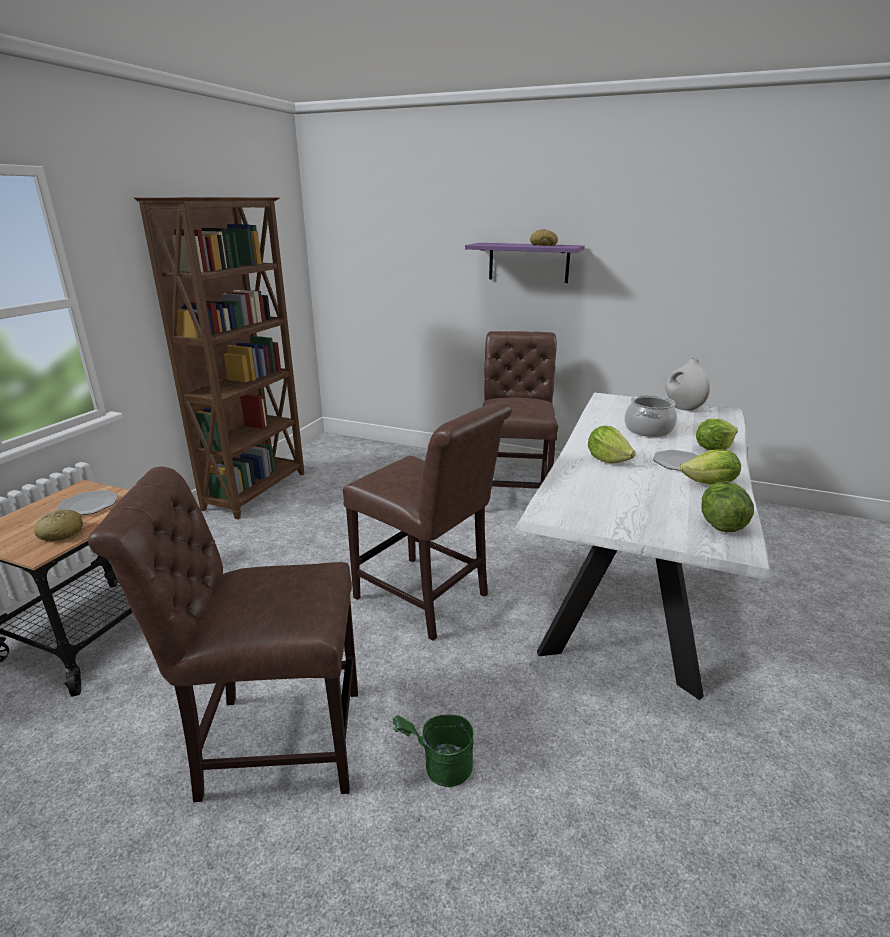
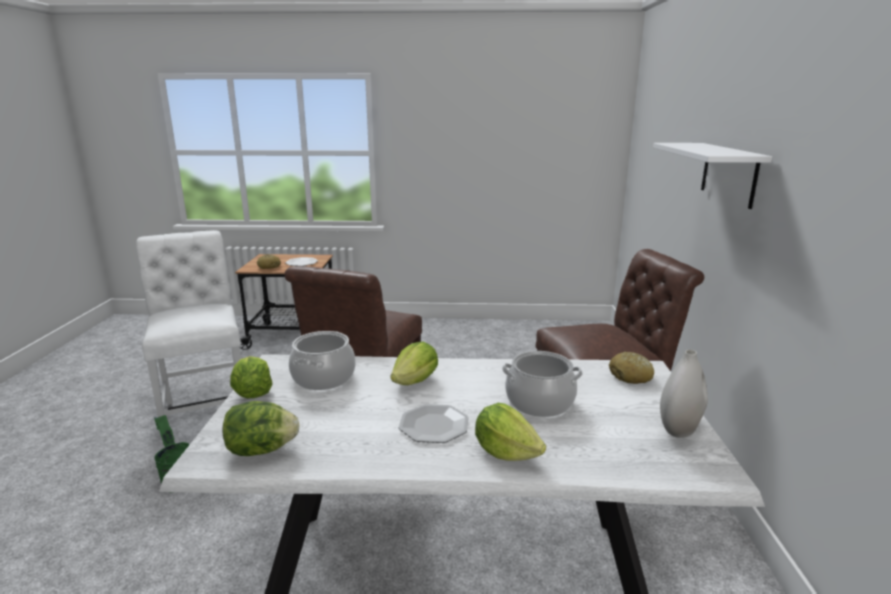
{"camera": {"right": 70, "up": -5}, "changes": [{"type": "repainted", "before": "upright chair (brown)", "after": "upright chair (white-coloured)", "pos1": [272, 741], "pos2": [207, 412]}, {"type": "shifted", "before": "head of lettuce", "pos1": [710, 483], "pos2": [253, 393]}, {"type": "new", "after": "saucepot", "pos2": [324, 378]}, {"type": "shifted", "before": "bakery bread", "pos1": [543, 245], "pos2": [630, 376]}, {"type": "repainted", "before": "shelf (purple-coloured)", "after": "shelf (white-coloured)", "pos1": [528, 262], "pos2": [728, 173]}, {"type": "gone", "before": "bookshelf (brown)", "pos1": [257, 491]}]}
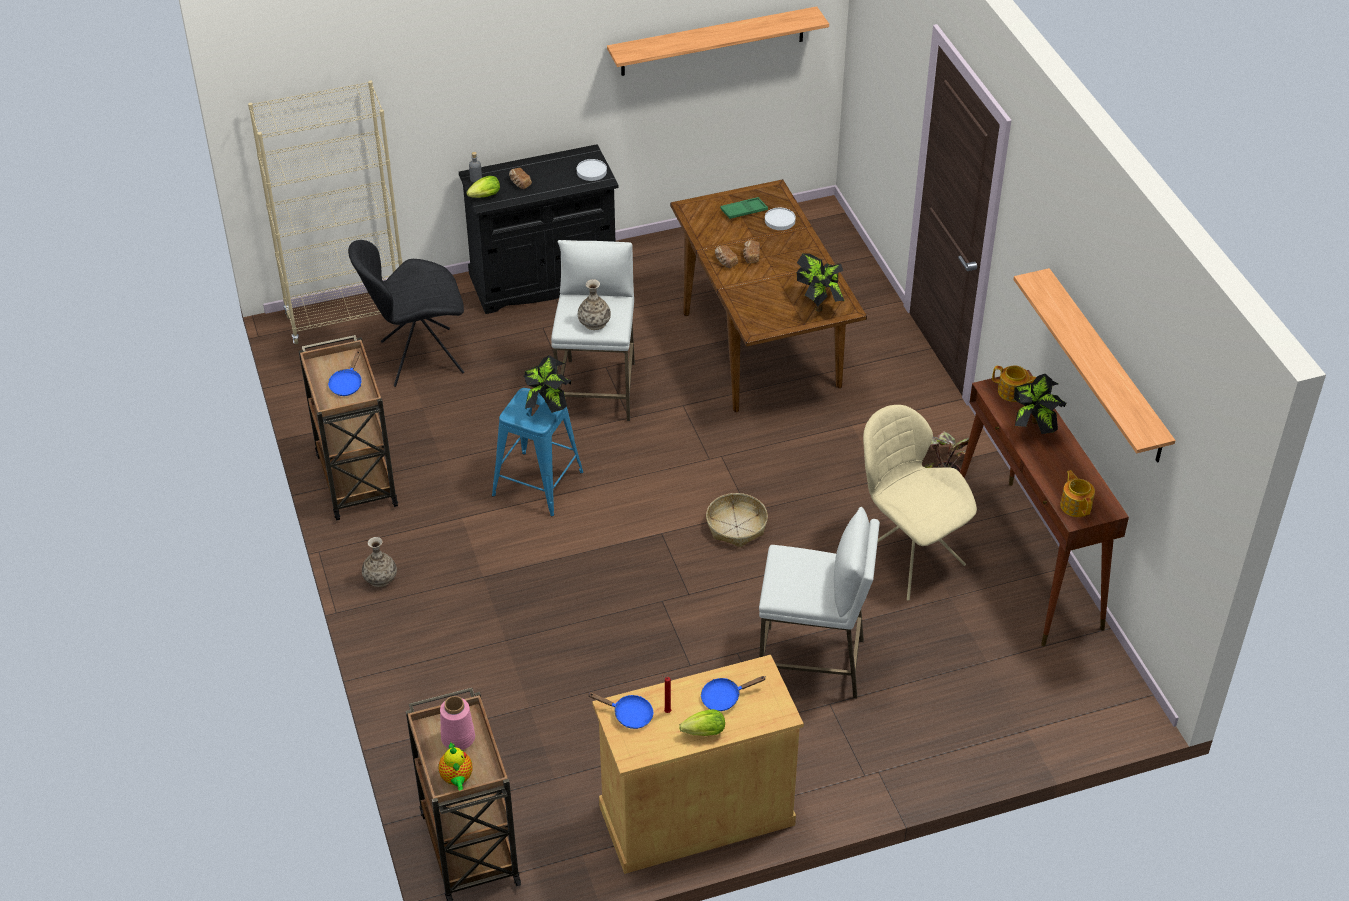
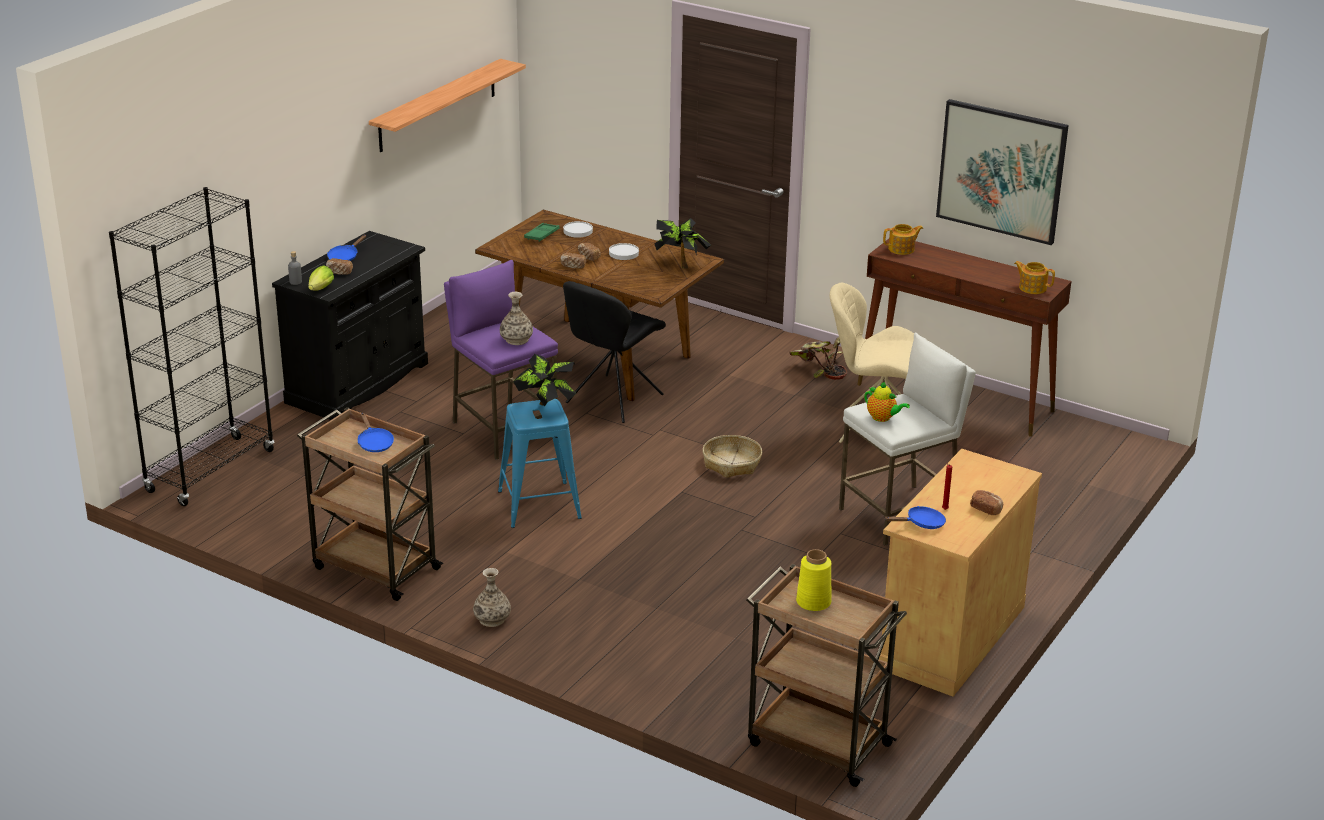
{"camera": {"right": -40, "up": -15}, "changes": [{"type": "repainted", "before": "bookshelf (beige-coloured)", "after": "bookshelf (black-coloured)", "pos1": [348, 318], "pos2": [210, 471]}, {"type": "shifted", "before": "frying pan (blue)", "pos1": [724, 697], "pos2": [345, 257]}, {"type": "repainted", "before": "stool seat (white-coloured)", "after": "stool seat (purple-coloured)", "pos1": [597, 389], "pos2": [503, 430]}, {"type": "shifted", "before": "upright chair (black-coloured)", "pos1": [418, 358], "pos2": [612, 400]}, {"type": "shifted", "before": "dinner plate (white-coloured)", "pos1": [591, 171], "pos2": [623, 253]}, {"type": "repainted", "before": "flower vase (pink)", "after": "flower vase (yellow-coloured)", "pos1": [458, 737], "pos2": [813, 602]}, {"type": "shifted", "before": "tea pot", "pos1": [457, 779], "pos2": [883, 418]}, {"type": "swapped", "before": "shelf", "after": "picture", "pos1": [1106, 367], "pos2": [1001, 171]}, {"type": "swapped", "before": "head of lettuce", "after": "bakery bread", "pos1": [701, 733], "pos2": [986, 509]}, {"type": "gone", "before": "plant in a pot", "pos1": [1033, 427]}]}
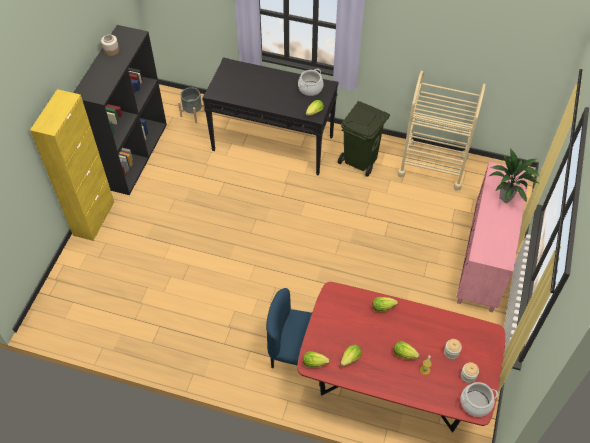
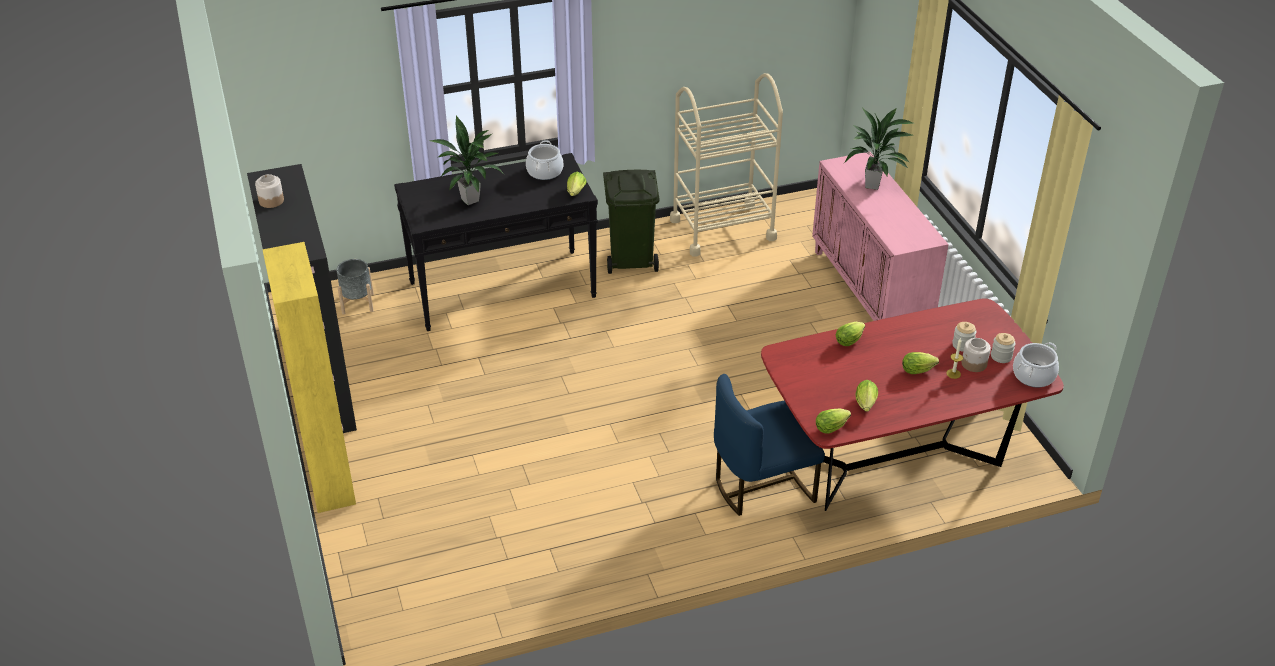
{"camera": {"right": -35, "up": -15}, "changes": [{"type": "new", "after": "plant in a pot", "pos2": [470, 200]}, {"type": "new", "after": "preserve jar", "pos2": [974, 364]}]}
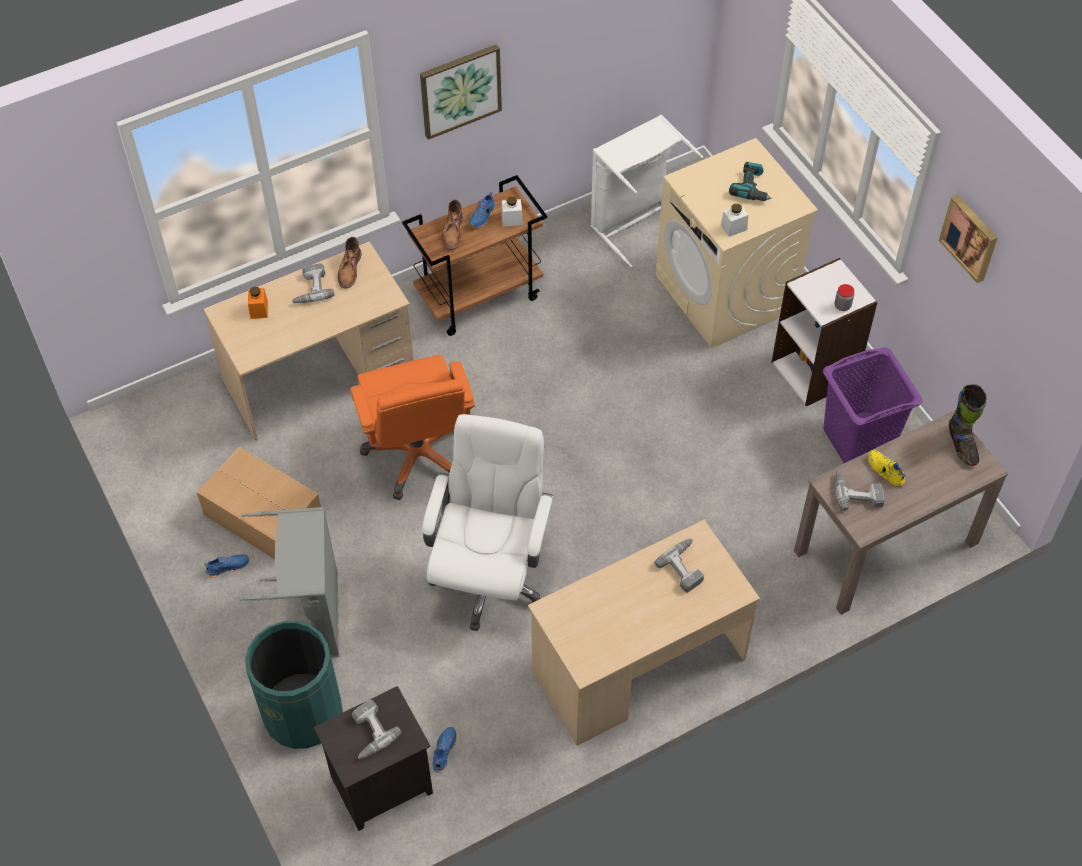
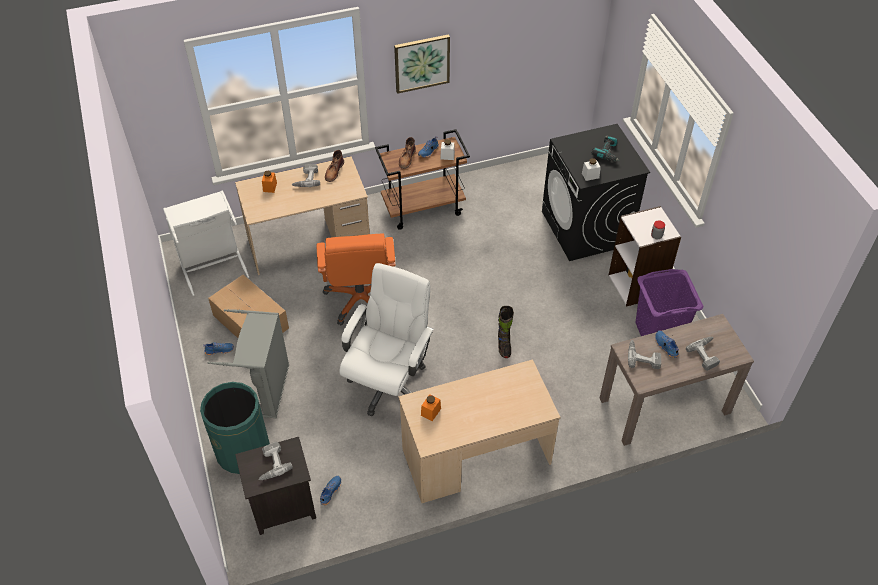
{"camera": {"right": 10, "up": -5}, "changes": [{"type": "shifted", "before": "washing basket (white-coloured)", "pos1": [636, 223], "pos2": [212, 265]}, {"type": "new", "after": "preserve jar (orange-coloured)", "pos2": [431, 412]}, {"type": "shifted", "before": "high-top boot (black-coloured)", "pos1": [962, 445], "pos2": [504, 345]}, {"type": "repainted", "before": "laundry appliance (beige-coloured)", "after": "laundry appliance (black-coloured)", "pos1": [726, 293], "pos2": [586, 228]}, {"type": "repainted", "before": "shoe (yellow-coloured)", "after": "shoe (blue)", "pos1": [884, 471], "pos2": [665, 346]}, {"type": "shifted", "before": "electric drill", "pos1": [685, 567], "pos2": [706, 354]}, {"type": "gone", "before": "picture", "pos1": [970, 237]}]}
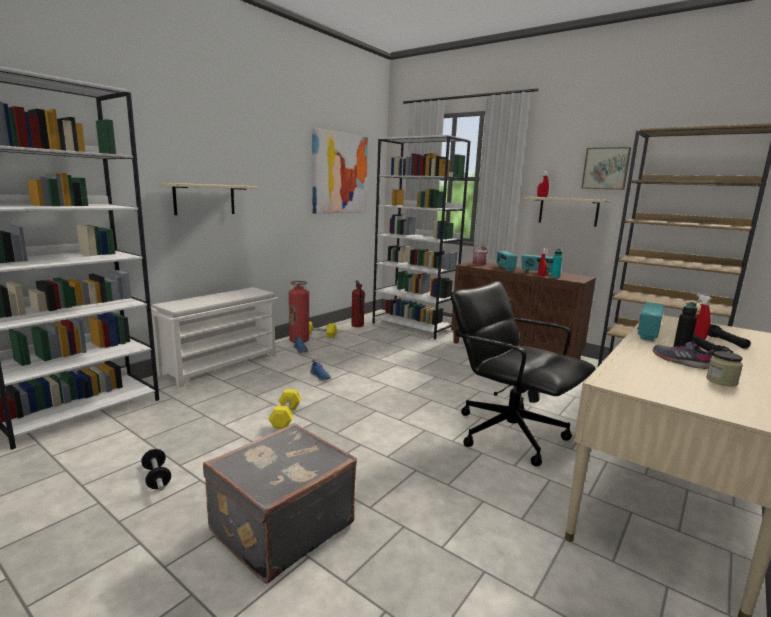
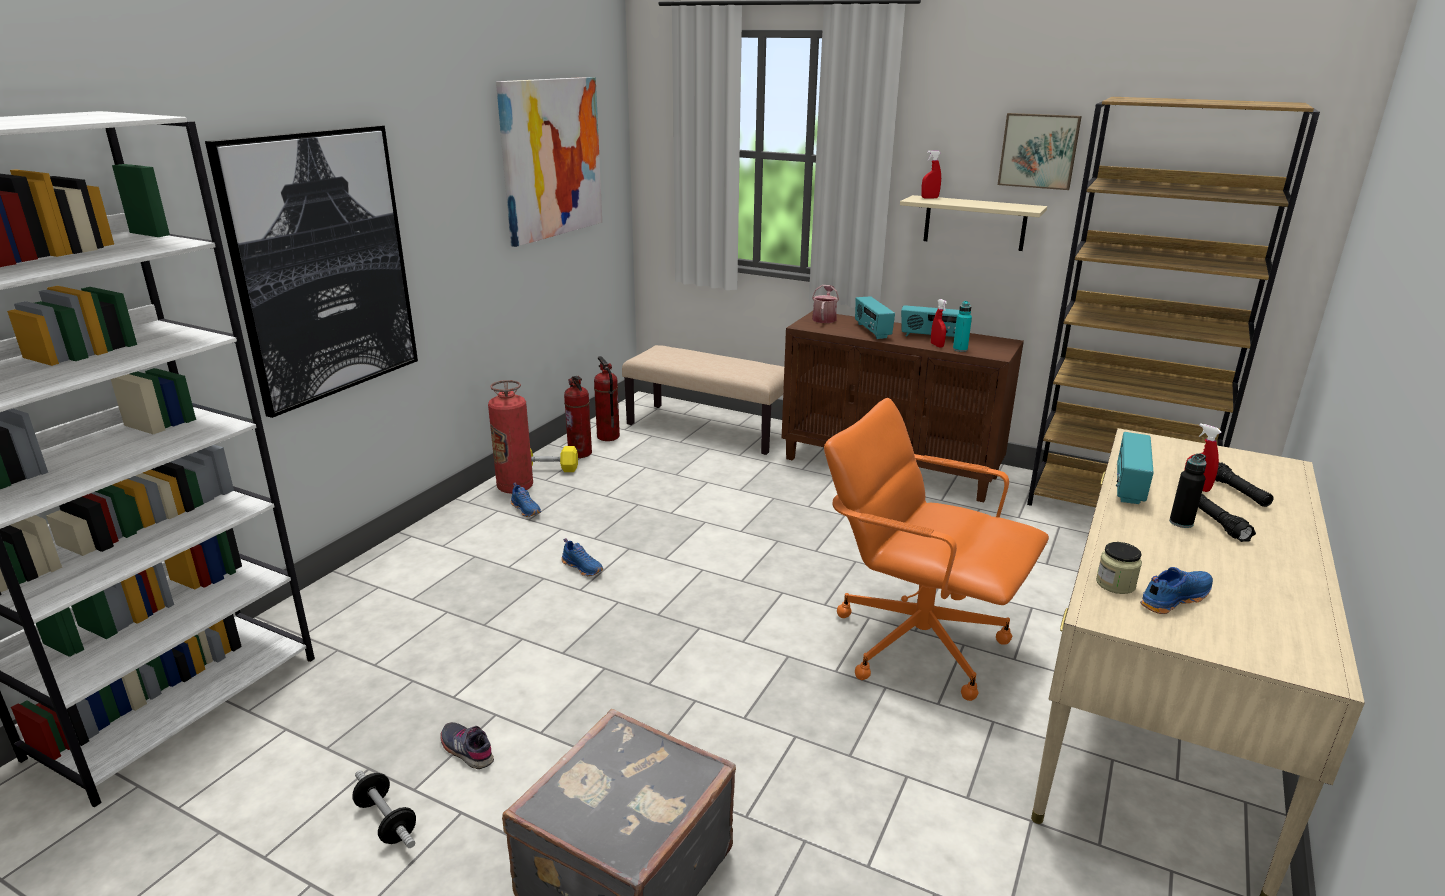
{"camera": {"right": -10, "up": 10}, "changes": [{"type": "swapped", "before": "shelf (beige-coloured)", "after": "picture", "pos1": [204, 199], "pos2": [323, 266]}, {"type": "shifted", "before": "shoe (grey)", "pos1": [680, 361], "pos2": [467, 750]}, {"type": "new", "after": "extinguisher", "pos2": [580, 453]}, {"type": "swapped", "before": "bookshelf (white-coloured)", "after": "bench (beige-coloured)", "pos1": [414, 327], "pos2": [709, 429]}, {"type": "repainted", "before": "computer chair (black-coloured)", "after": "computer chair (orange-coloured)", "pos1": [509, 433], "pos2": [918, 642]}, {"type": "shifted", "before": "preserve jar", "pos1": [721, 381], "pos2": [1115, 584]}, {"type": "new", "after": "shoe (blue)", "pos2": [1173, 598]}, {"type": "gone", "before": "shoe shelf (white-coloured)", "pos1": [221, 364]}, {"type": "gone", "before": "dumbbell (yellow-coloured)", "pos1": [285, 416]}]}
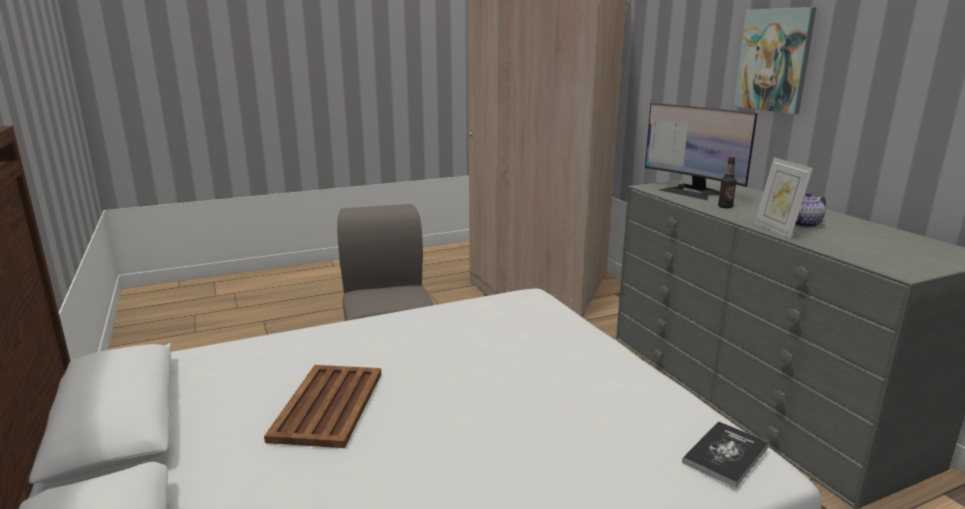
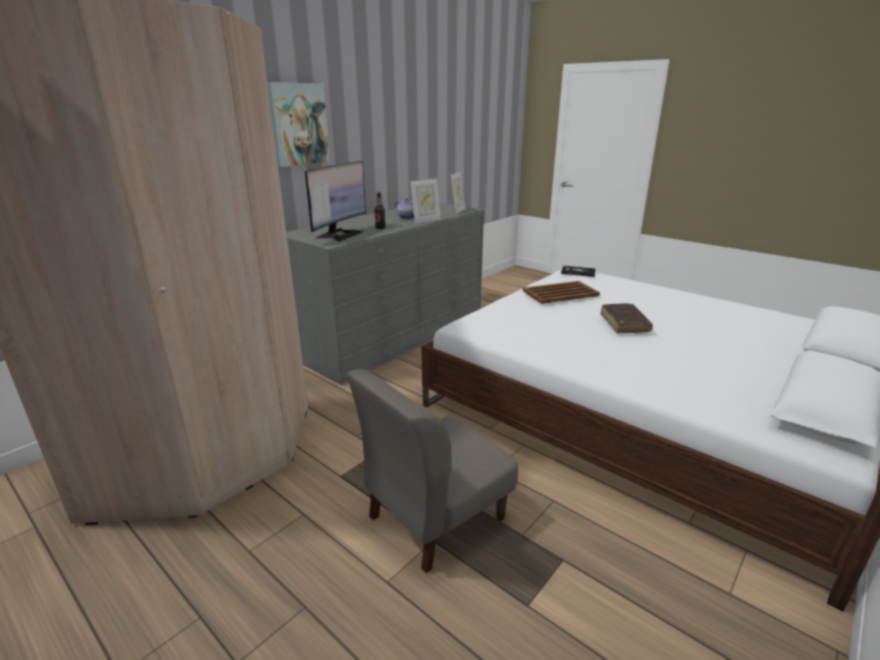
{"camera": {"right": -115, "up": 5}, "changes": [{"type": "new", "after": "photo frame", "pos2": [457, 211]}, {"type": "shifted", "before": "carrying tray (brown)", "pos1": [327, 406], "pos2": [561, 293]}, {"type": "new", "after": "bound book (brown)", "pos2": [624, 323]}]}
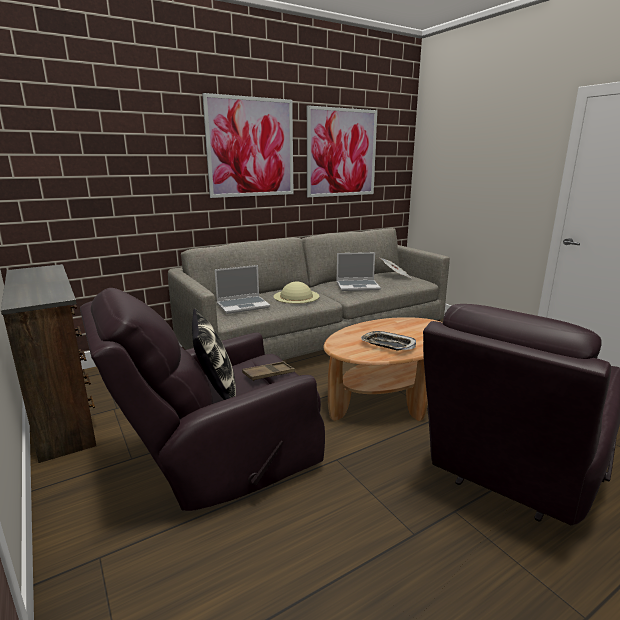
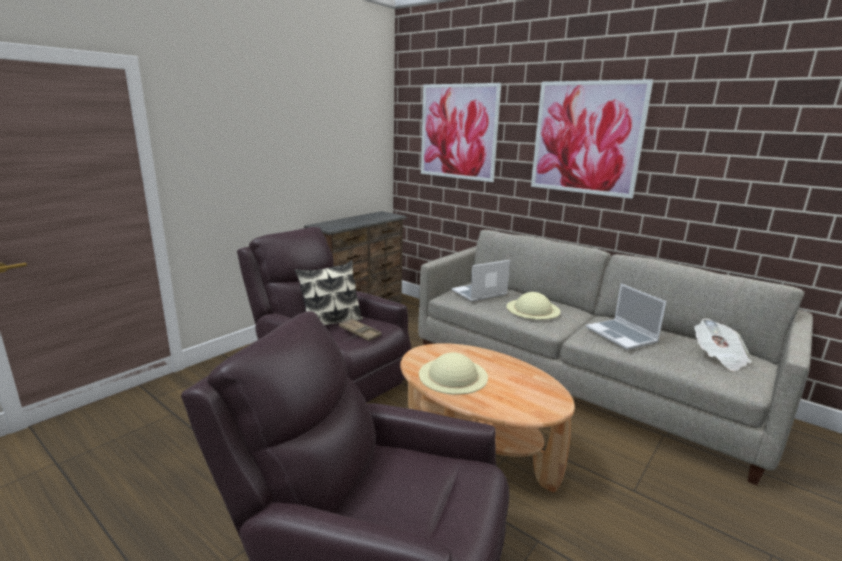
{"camera": {"right": 70, "up": 0}, "changes": [{"type": "swapped", "before": "carrying tray", "after": "wearable hat (beige-coloured)", "pos1": [388, 344], "pos2": [453, 375]}, {"type": "shifted", "before": "picture", "pos1": [341, 153], "pos2": [458, 132]}, {"type": "rotated", "before": "portable computer", "pos1": [243, 305], "pos2": [479, 293], "turn": 105}]}
